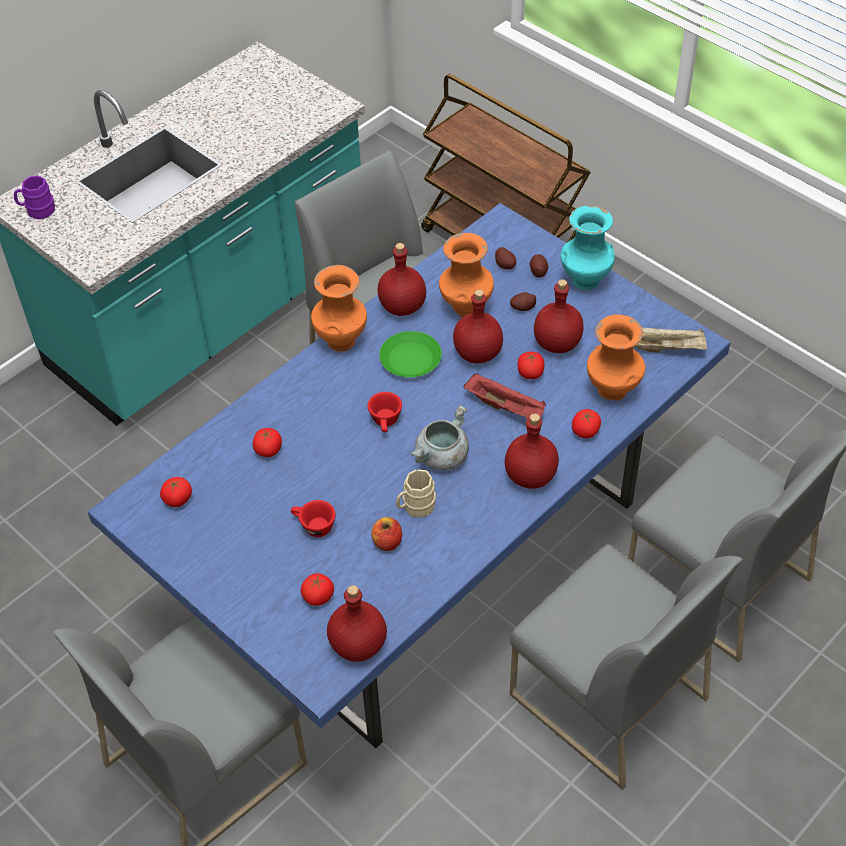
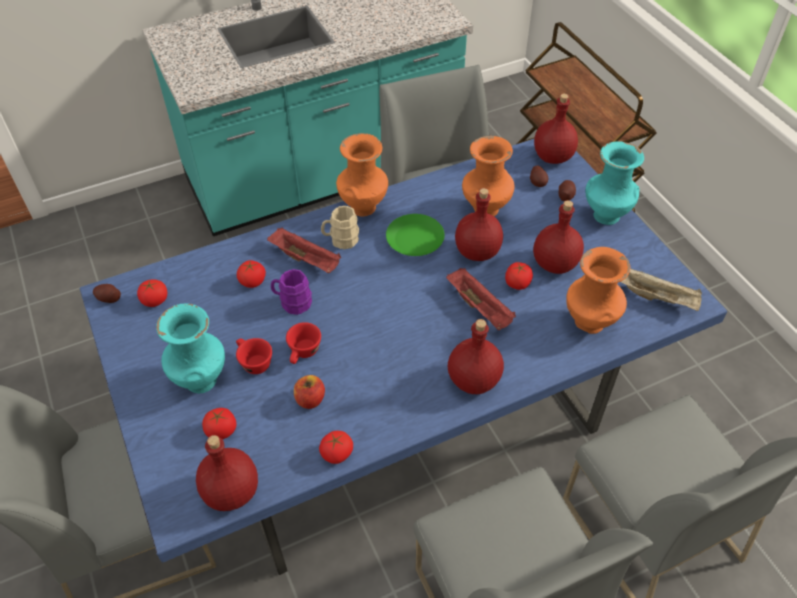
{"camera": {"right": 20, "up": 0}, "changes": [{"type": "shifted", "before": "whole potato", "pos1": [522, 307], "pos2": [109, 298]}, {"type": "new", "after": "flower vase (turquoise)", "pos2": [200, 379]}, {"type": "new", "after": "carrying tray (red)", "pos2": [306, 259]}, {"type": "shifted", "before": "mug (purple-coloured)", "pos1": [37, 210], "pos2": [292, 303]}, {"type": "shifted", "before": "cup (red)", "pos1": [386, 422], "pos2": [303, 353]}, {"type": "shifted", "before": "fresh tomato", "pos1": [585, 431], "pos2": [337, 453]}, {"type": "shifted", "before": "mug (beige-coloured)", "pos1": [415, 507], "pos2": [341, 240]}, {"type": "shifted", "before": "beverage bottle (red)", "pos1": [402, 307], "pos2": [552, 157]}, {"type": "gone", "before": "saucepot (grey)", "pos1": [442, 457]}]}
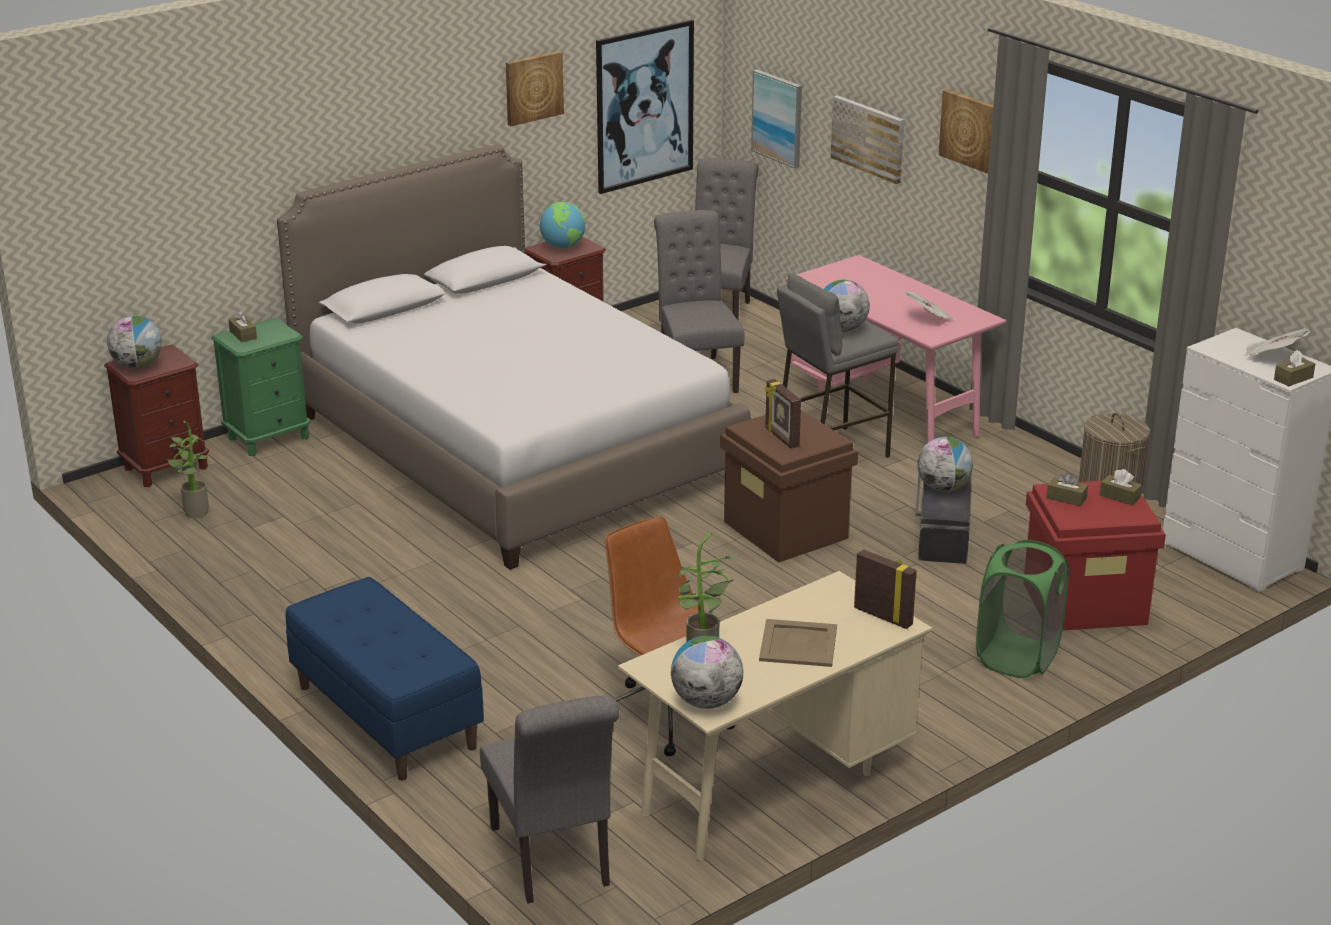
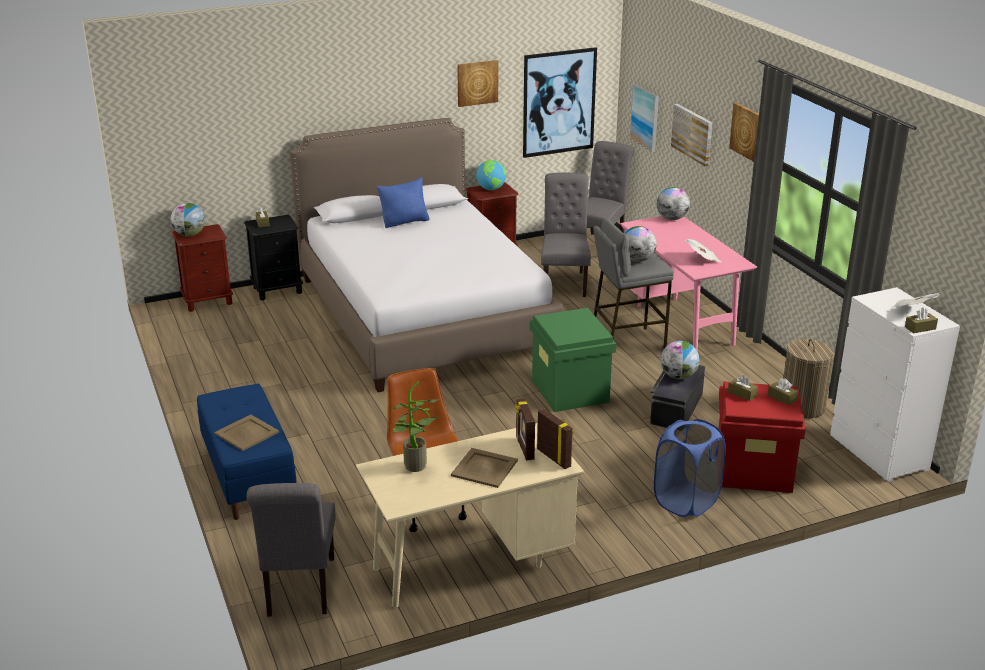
{"camera": {"right": 15, "up": 0}, "changes": [{"type": "new", "after": "carrying tray (beige-coloured)", "pos2": [247, 433]}, {"type": "repainted", "before": "bedside table (green)", "after": "bedside table (black-coloured)", "pos1": [268, 438], "pos2": [277, 290]}, {"type": "new", "after": "pillow (blue)", "pos2": [405, 222]}, {"type": "shifted", "before": "photo frame", "pos1": [781, 438], "pos2": [524, 448]}, {"type": "repainted", "before": "storage container (brown)", "after": "storage container (green)", "pos1": [787, 530], "pos2": [570, 391]}, {"type": "repainted", "before": "washing basket (green)", "after": "washing basket (blue)", "pos1": [1017, 657], "pos2": [686, 501]}, {"type": "shifted", "before": "desk globe", "pos1": [706, 702], "pos2": [671, 218]}, {"type": "gone", "before": "plant in a pot", "pos1": [193, 512]}]}
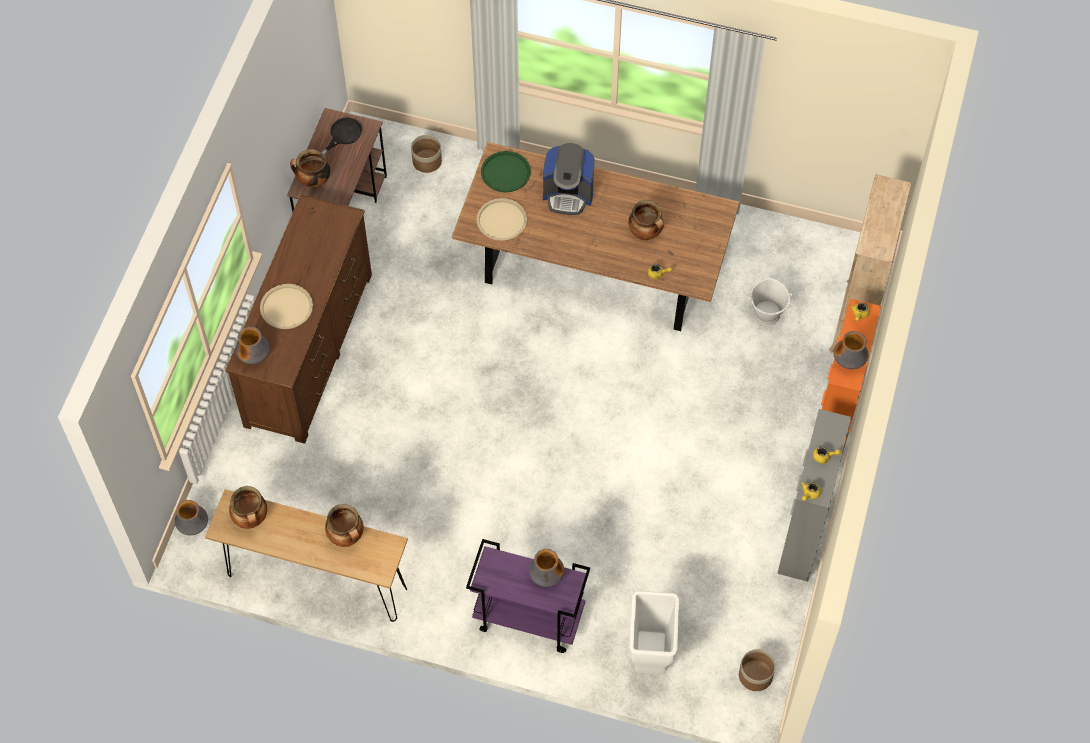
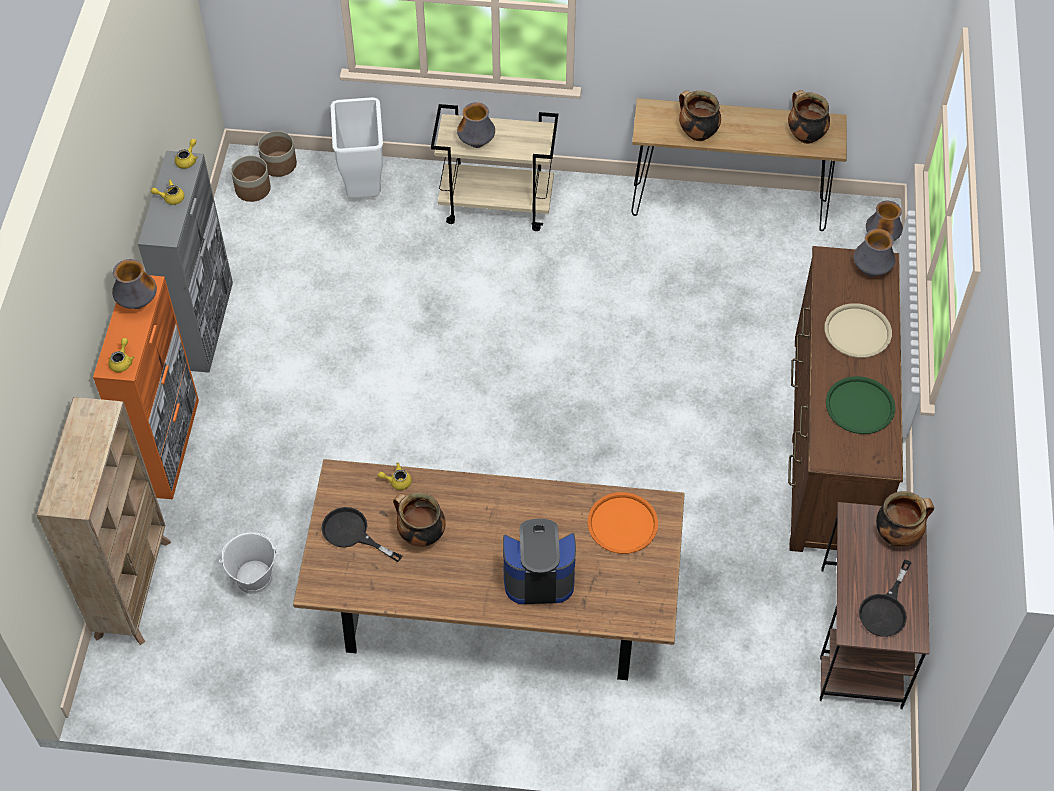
{"camera": {"right": 170, "up": -5}, "changes": [{"type": "shifted", "before": "planter", "pos1": [427, 161], "pos2": [279, 164]}, {"type": "new", "after": "frying pan (black-coloured)", "pos2": [352, 533]}, {"type": "repainted", "before": "cart (purple-coloured)", "after": "cart (beige-coloured)", "pos1": [528, 619], "pos2": [497, 205]}, {"type": "repainted", "before": "carrying tray (beige-coloured)", "after": "carrying tray (orange-coloured)", "pos1": [501, 220], "pos2": [622, 524]}, {"type": "shifted", "before": "carrying tray (green)", "pos1": [505, 172], "pos2": [859, 406]}]}
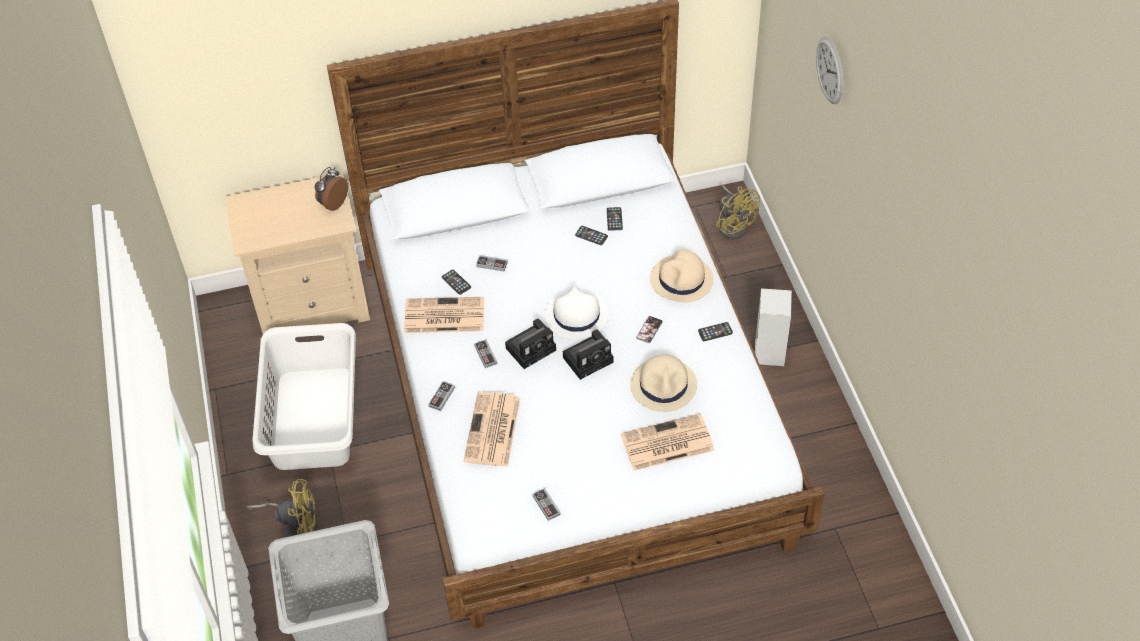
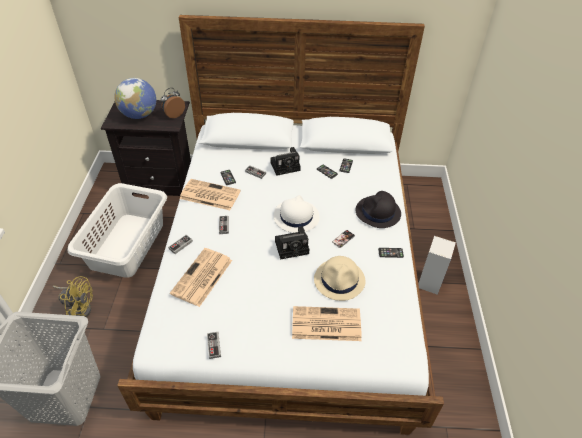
{"camera": {"right": 15, "up": -5}, "changes": [{"type": "repainted", "before": "bedside table (beige-coloured)", "after": "bedside table (black-coloured)", "pos1": [313, 304], "pos2": [162, 182]}, {"type": "new", "after": "desk globe", "pos2": [139, 115]}, {"type": "shifted", "before": "photo camera", "pos1": [532, 348], "pos2": [286, 166]}, {"type": "repainted", "before": "wearable hat (beige-coloured)", "after": "wearable hat (black-coloured)", "pos1": [681, 280], "pos2": [378, 212]}, {"type": "gone", "before": "fan (yellow-coloured)", "pos1": [733, 225]}, {"type": "gone", "before": "clock on the wall", "pos1": [830, 70]}]}
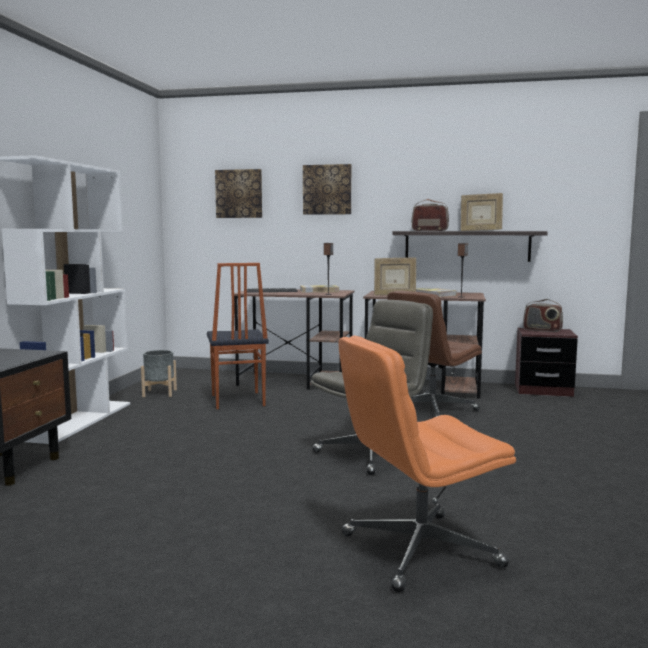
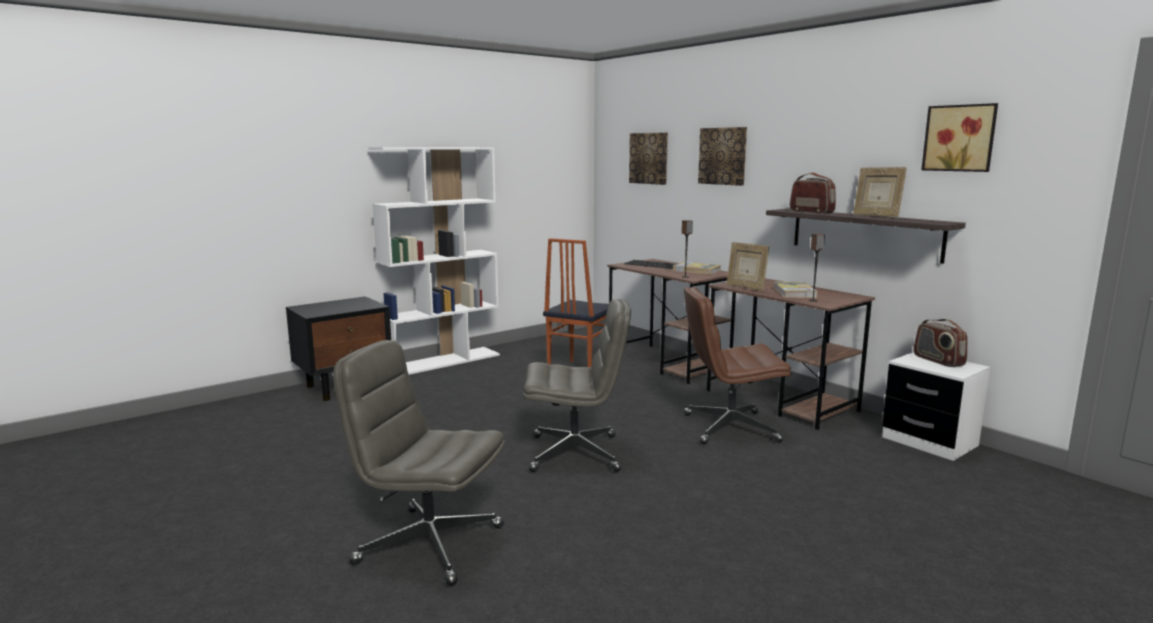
{"camera": {"right": 40, "up": 5}, "changes": [{"type": "repainted", "before": "computer chair (orange-coloured)", "after": "computer chair (grey)", "pos1": [419, 551], "pos2": [428, 544]}, {"type": "repainted", "before": "bedside table (brown)", "after": "bedside table (white-coloured)", "pos1": [543, 390], "pos2": [929, 442]}, {"type": "new", "after": "picture", "pos2": [960, 138]}, {"type": "gone", "before": "planter (grey)", "pos1": [159, 393]}]}
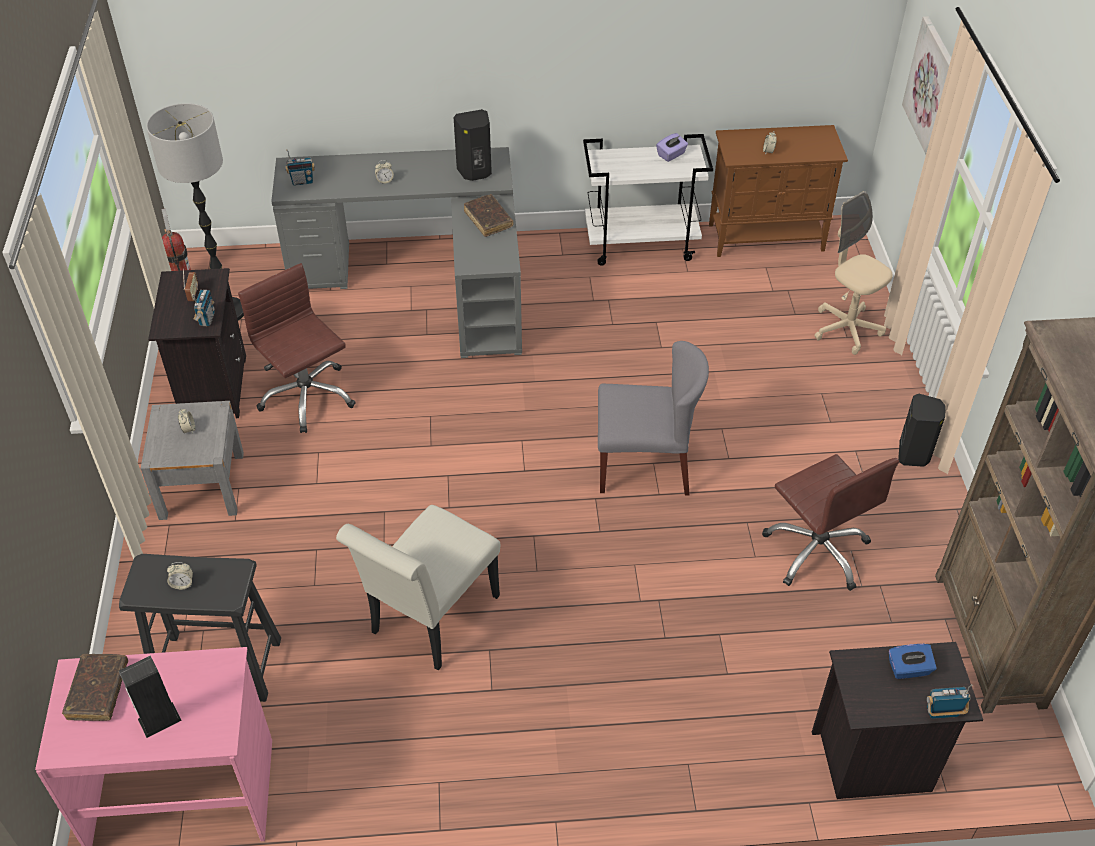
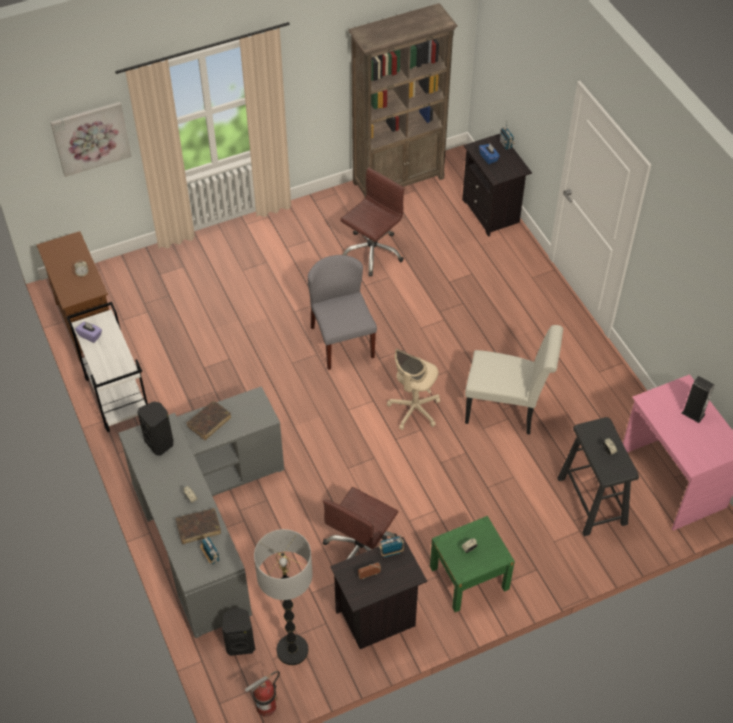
{"camera": {"right": -110, "up": 5}, "changes": [{"type": "shifted", "before": "bound book (brown)", "pos1": [98, 691], "pos2": [198, 528]}, {"type": "shifted", "before": "loudspeaker (black-coloured)", "pos1": [914, 454], "pos2": [240, 644]}, {"type": "shifted", "before": "computer chair (beige-coloured)", "pos1": [846, 329], "pos2": [414, 410]}, {"type": "repainted", "before": "bedside table (grey)", "after": "bedside table (green)", "pos1": [202, 485], "pos2": [469, 578]}]}
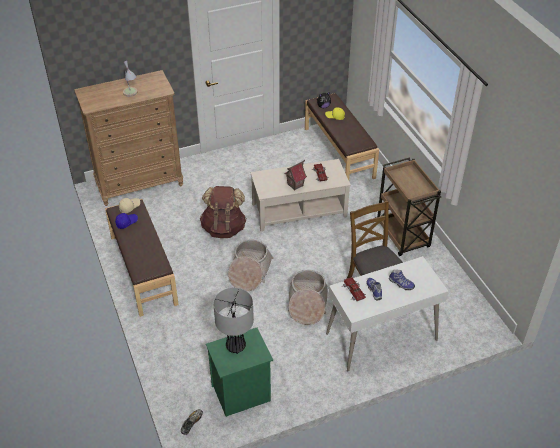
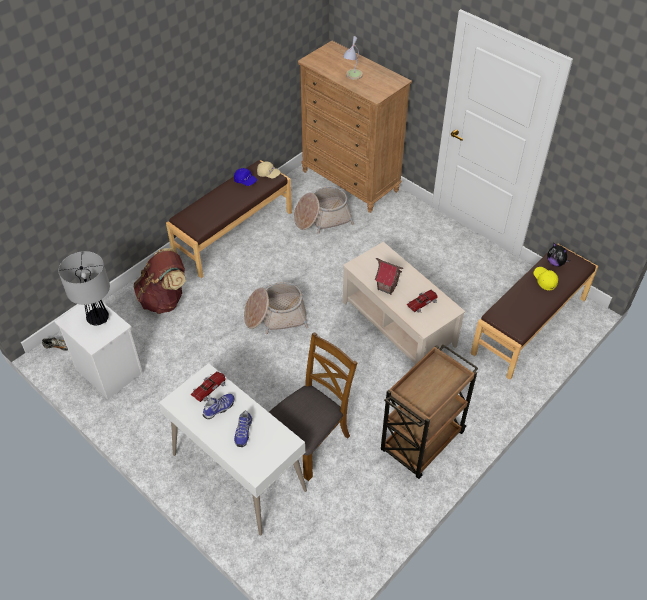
{"camera": {"right": 65, "up": 5}, "changes": [{"type": "repainted", "before": "bedside table (green)", "after": "bedside table (white-coloured)", "pos1": [241, 394], "pos2": [107, 371]}, {"type": "shifted", "before": "knapsack (brown)", "pos1": [224, 228], "pos2": [164, 299]}, {"type": "shifted", "before": "household basket", "pos1": [307, 304], "pos2": [322, 218]}]}
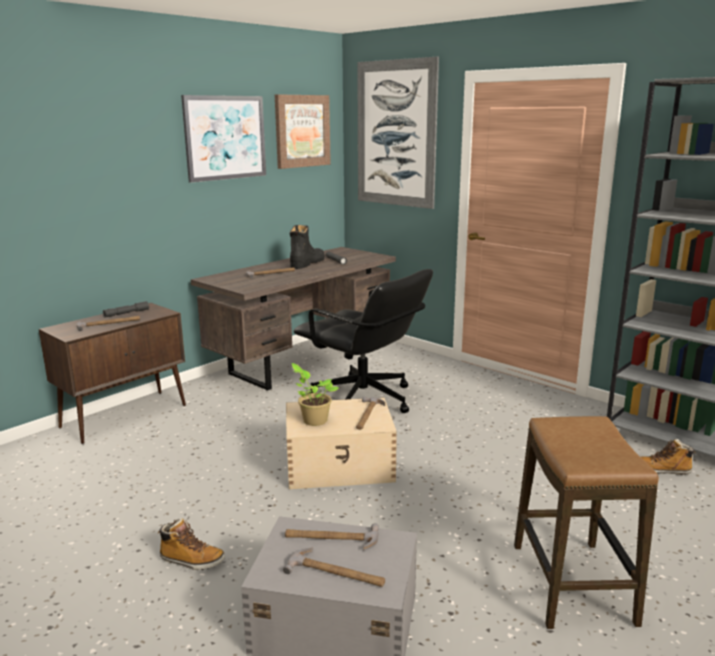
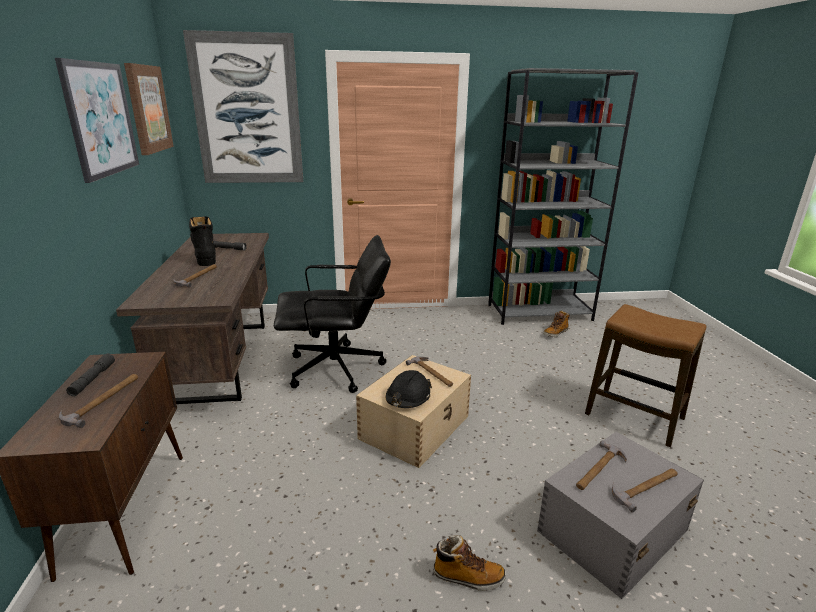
{"camera": {"right": -50, "up": 5}, "changes": [{"type": "swapped", "before": "plant in a pot", "after": "safety helmet (black-coloured)", "pos1": [313, 420], "pos2": [408, 397]}, {"type": "rotated", "before": "high-top boot", "pos1": [191, 560], "pos2": [468, 577], "turn": 45}]}
